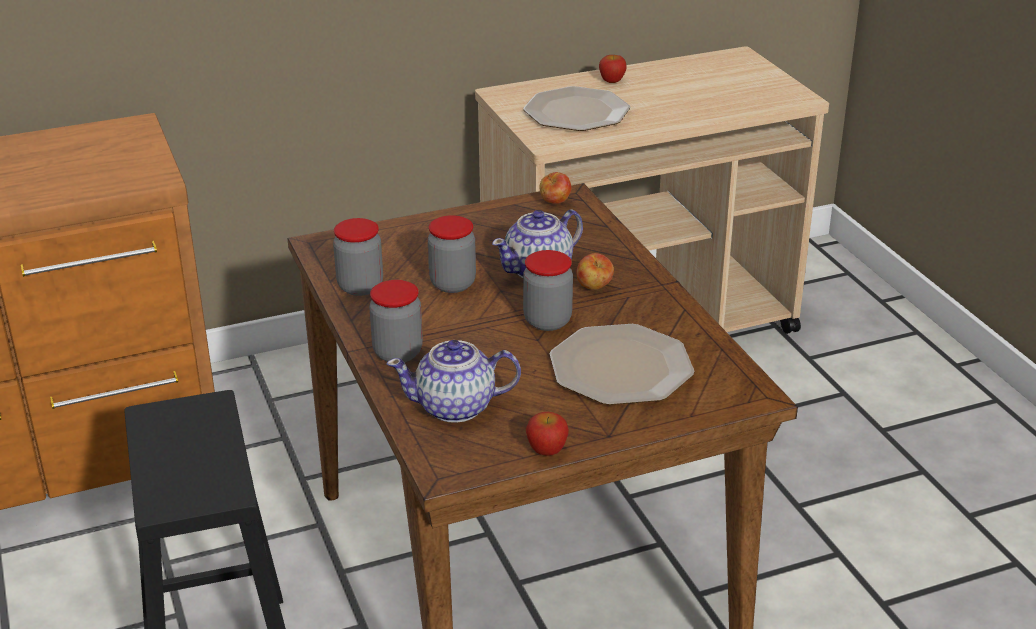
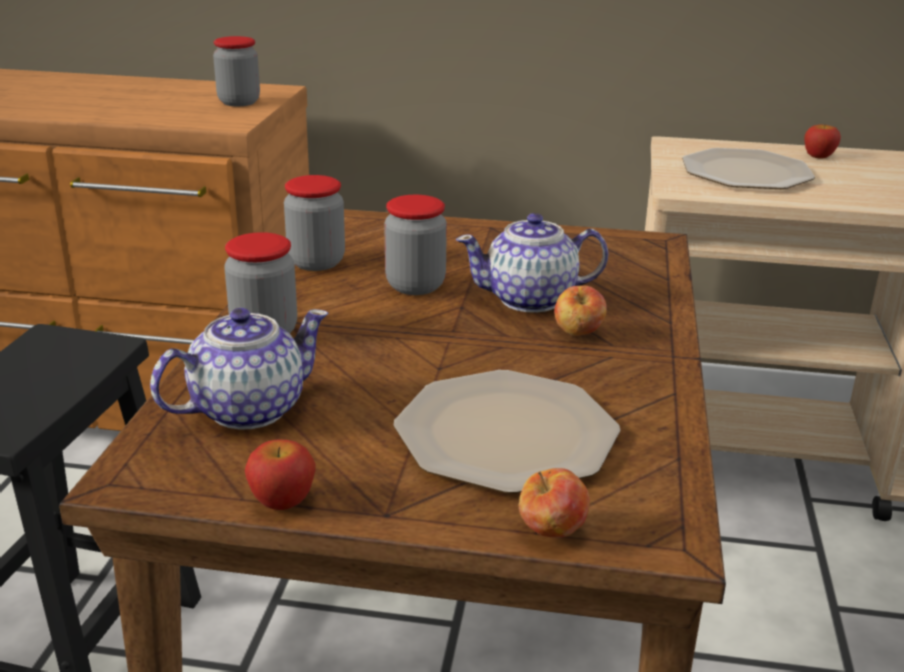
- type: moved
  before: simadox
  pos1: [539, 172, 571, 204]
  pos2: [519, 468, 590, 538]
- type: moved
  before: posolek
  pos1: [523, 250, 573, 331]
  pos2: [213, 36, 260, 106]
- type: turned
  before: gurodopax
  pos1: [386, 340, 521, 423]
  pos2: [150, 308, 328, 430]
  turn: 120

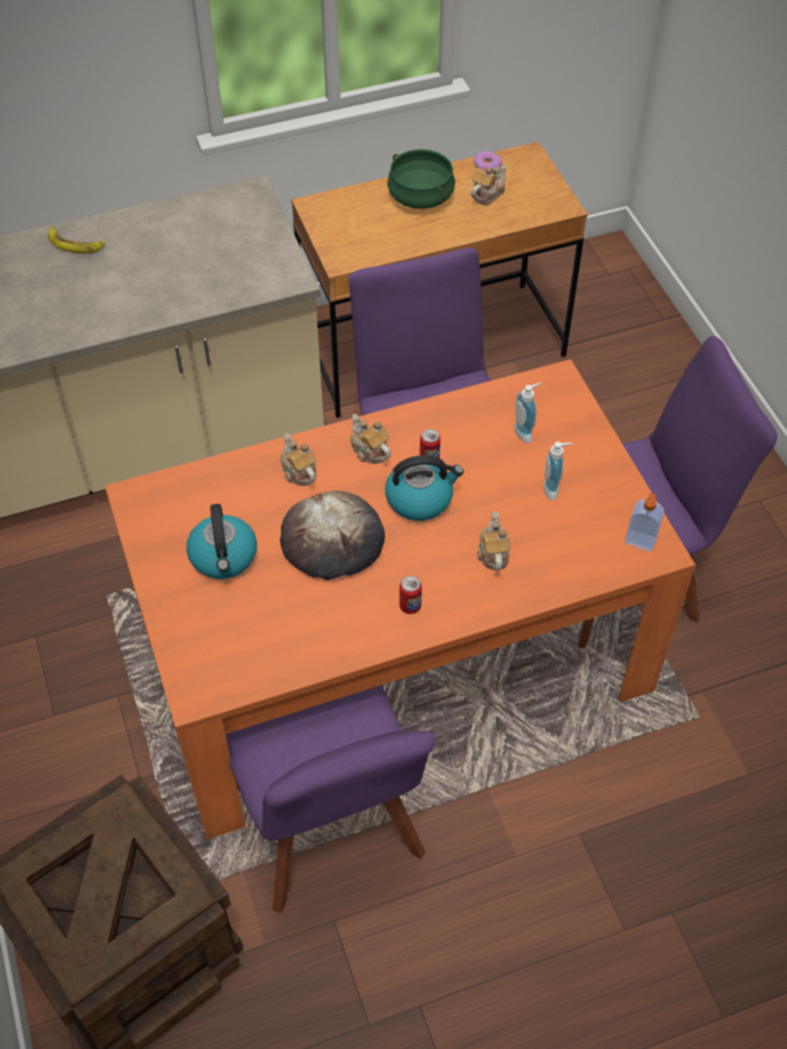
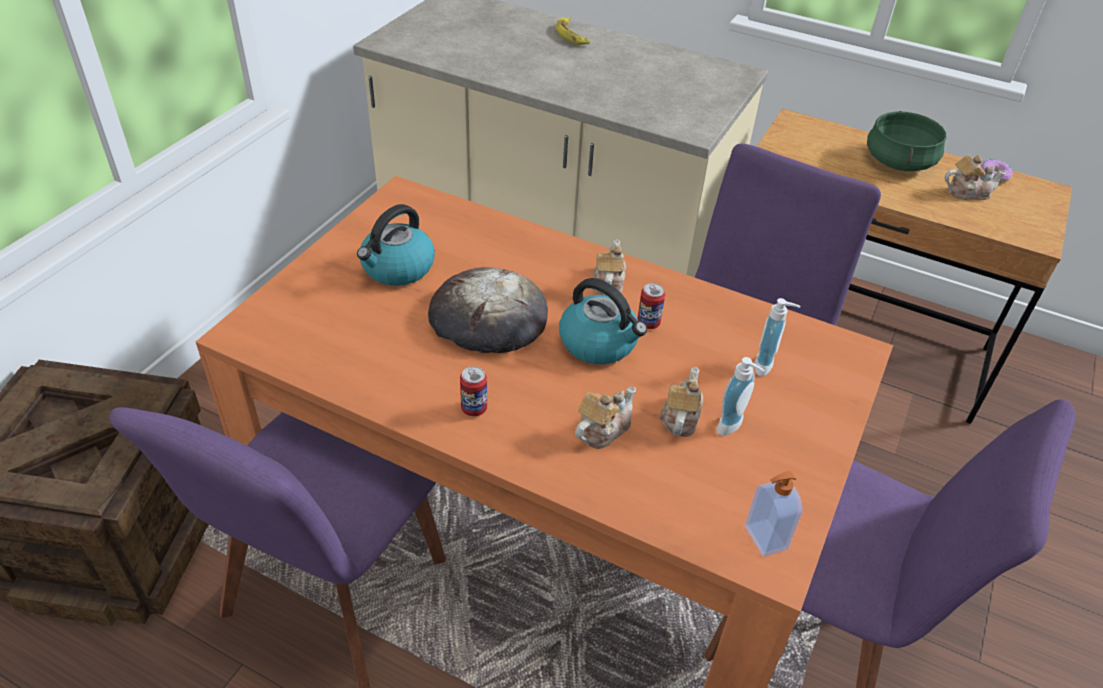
- type: moved
  before: gurodopax
  pos1: [280, 433, 316, 486]
  pos2: [659, 367, 704, 437]

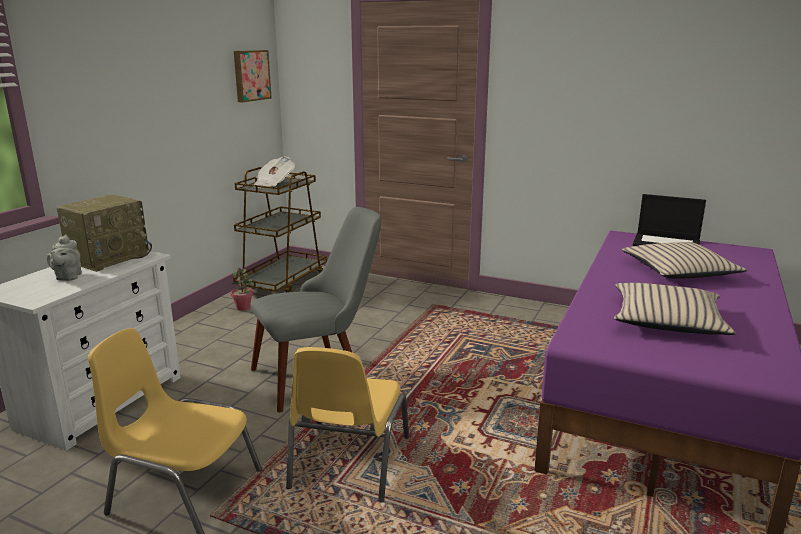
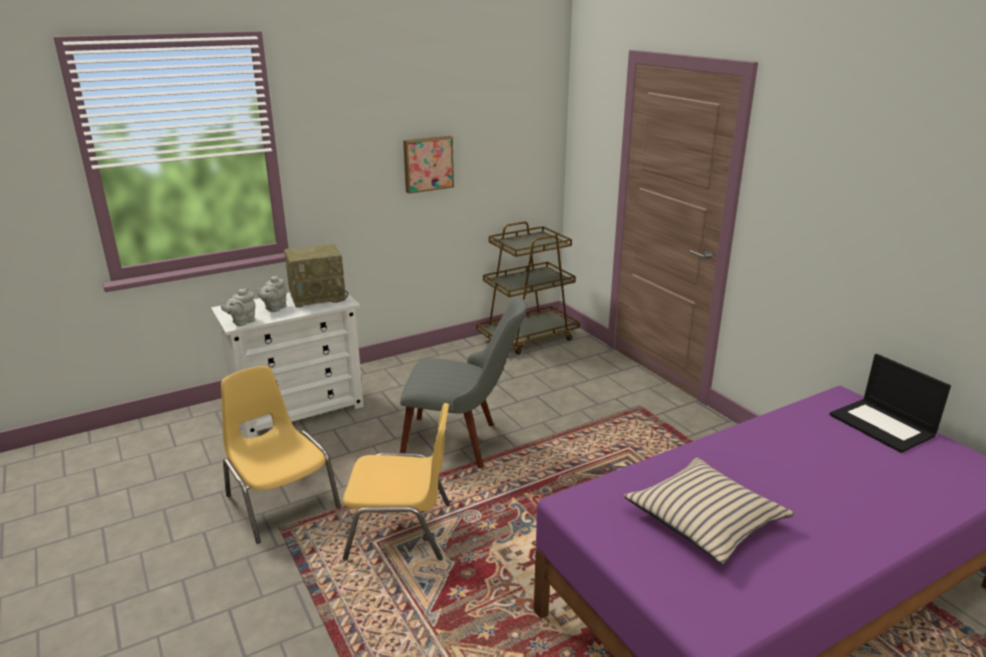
- type: moved
  before: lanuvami
  pos1: [234, 50, 272, 102]
  pos2: [403, 136, 454, 194]
- type: removed
  before: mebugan
  pos1: [253, 157, 295, 188]
- type: removed
  before: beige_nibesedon
  pos1: [622, 242, 747, 279]
- type: removed
  before: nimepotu
  pos1: [231, 268, 253, 311]
- type: turned
  before: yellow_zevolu
  pos1: [286, 347, 409, 503]
  pos2: [342, 403, 450, 561]
  turn: -135
- type: added
  after: grey_gurodopax
  pos2: [221, 288, 255, 326]

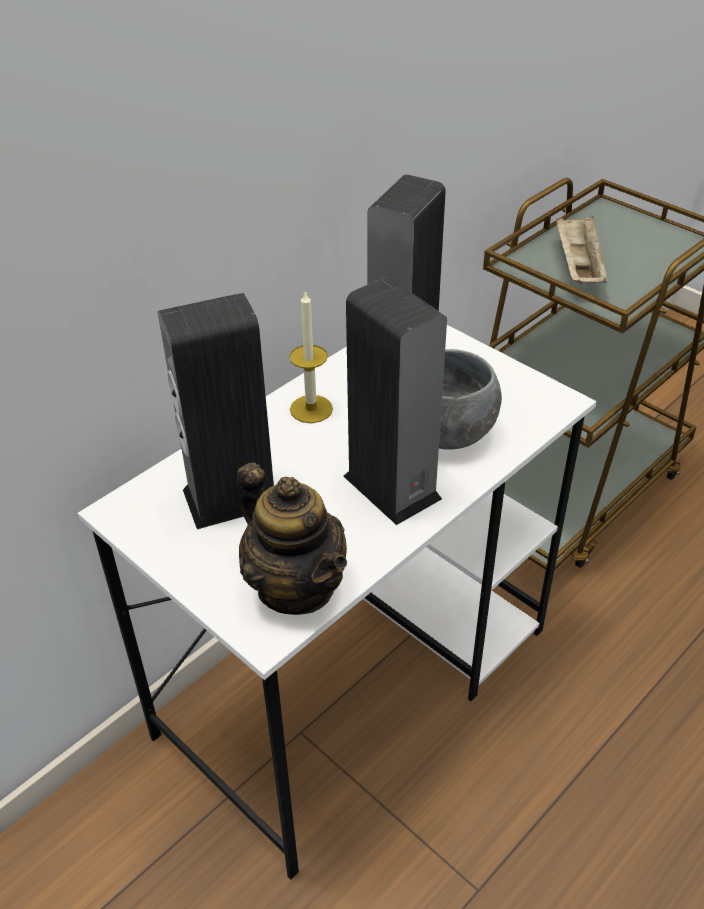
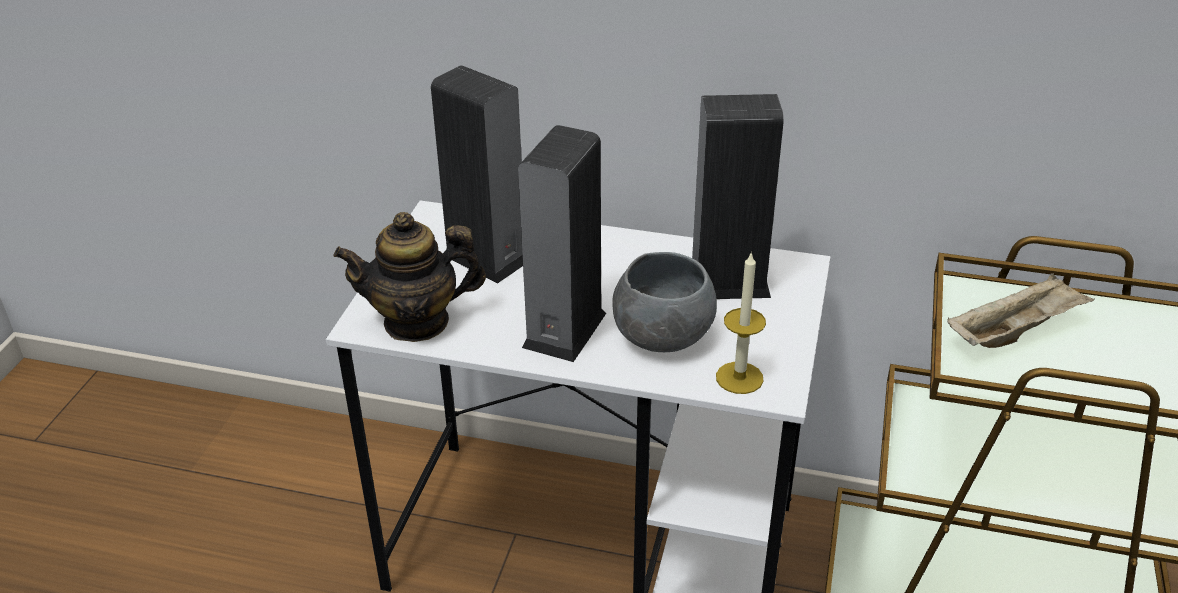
- type: moved
  before: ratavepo
  pos1: [289, 290, 333, 423]
  pos2: [716, 251, 766, 394]
- type: turned
  before: gurodopax
  pos1: [236, 463, 347, 615]
  pos2: [333, 212, 486, 342]
  turn: 60

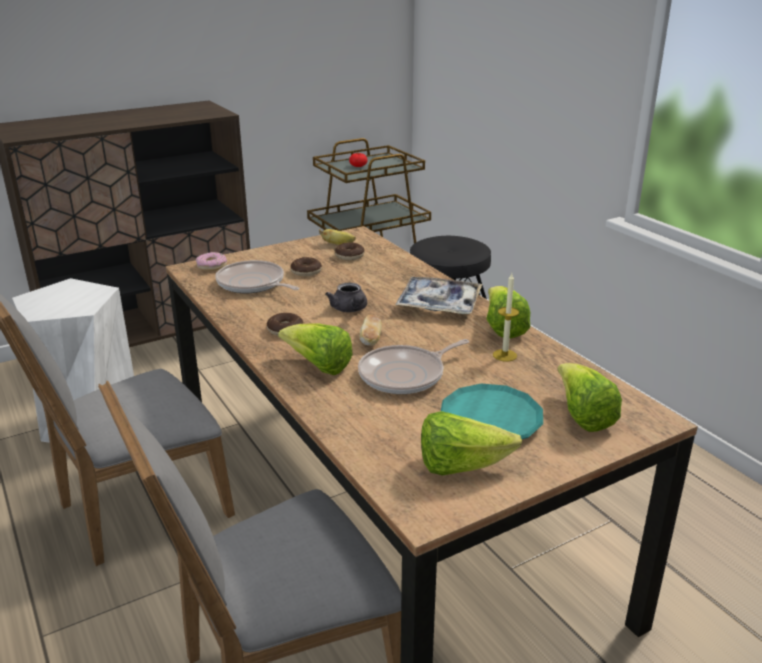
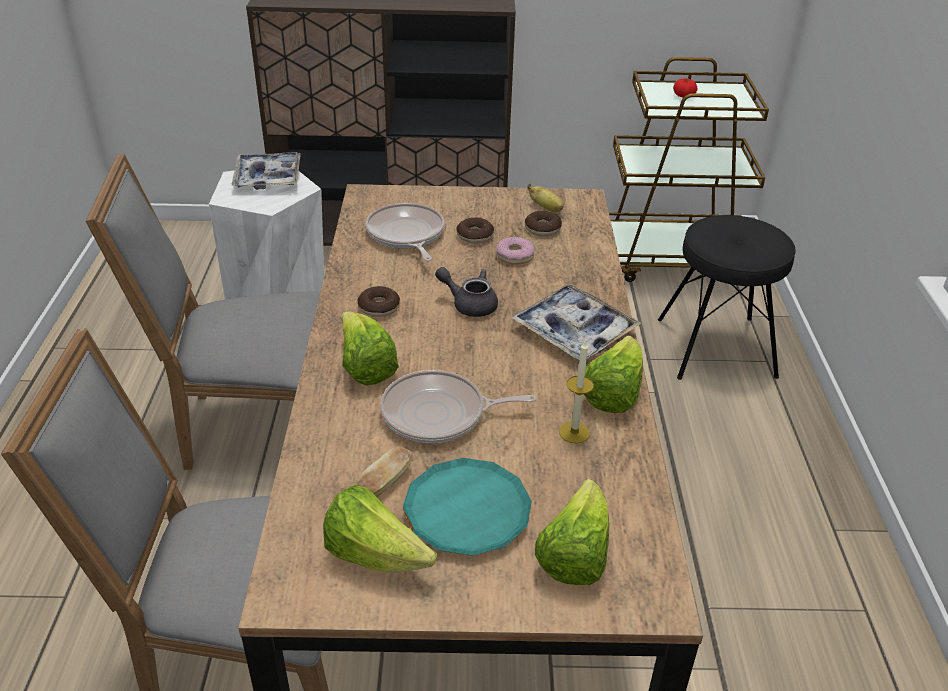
- type: moved
  before: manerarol
  pos1: [196, 252, 227, 271]
  pos2: [496, 237, 534, 264]
- type: turned
  before: grey_gurodopax
  pos1: [325, 283, 367, 312]
  pos2: [435, 267, 498, 317]
  turn: 105
- type: moved
  before: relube
  pos1: [360, 315, 382, 346]
  pos2: [355, 446, 413, 497]
- type: added
  after: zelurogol
  pos2: [231, 152, 301, 190]

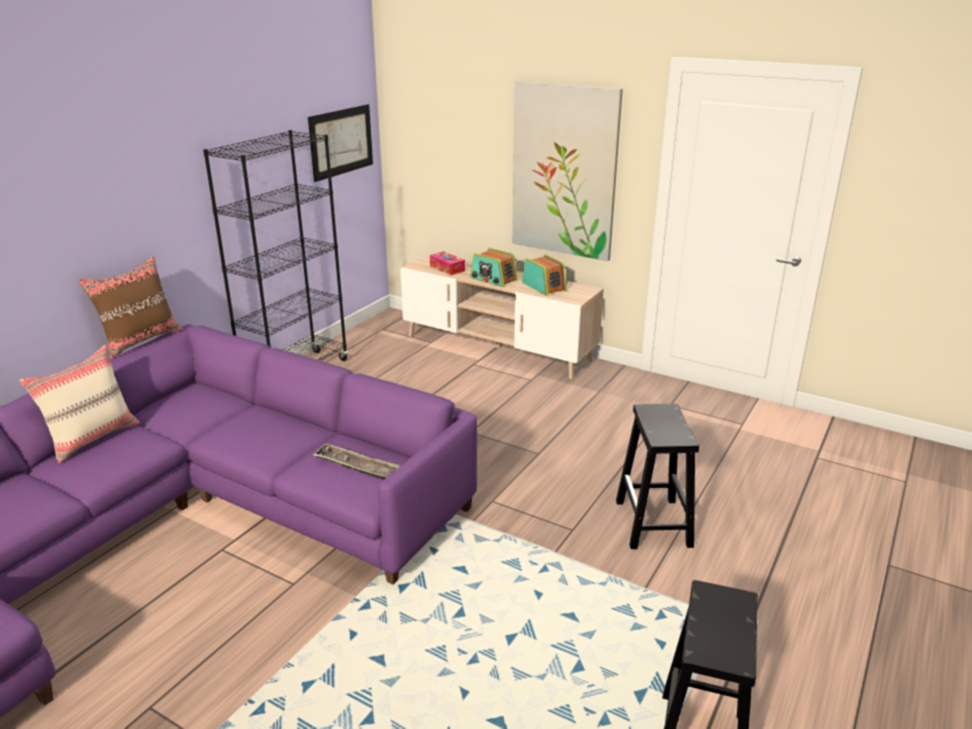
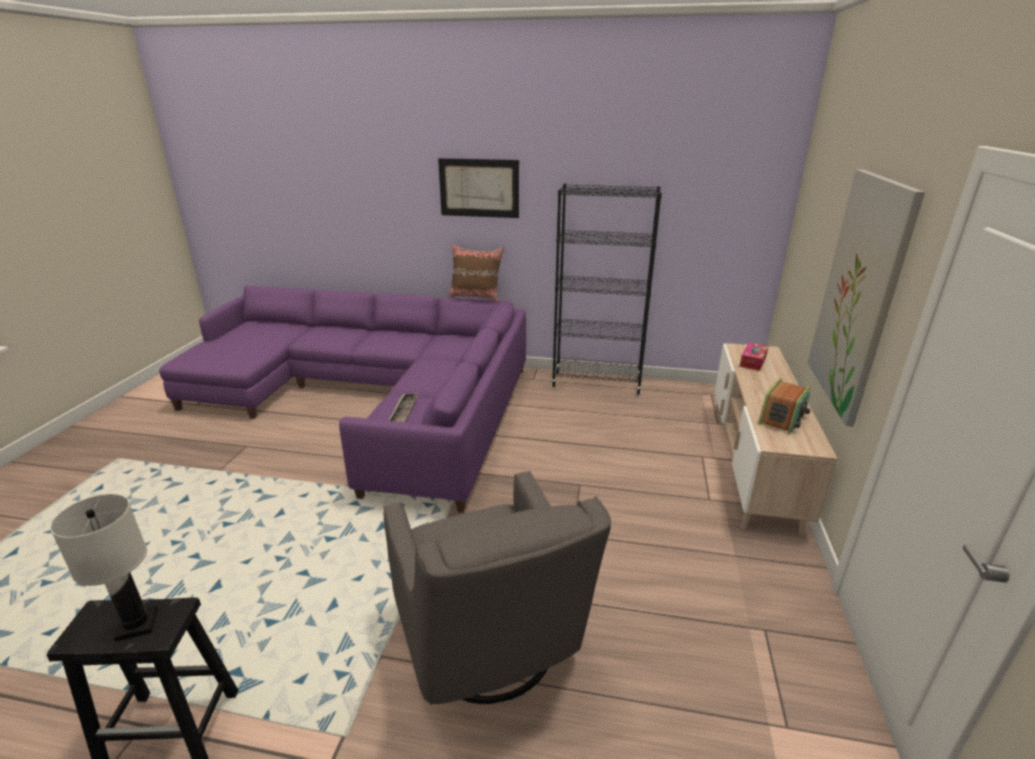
- type: moved
  before: lanuvami
  pos1: [308, 104, 373, 182]
  pos2: [438, 158, 519, 218]
- type: removed
  before: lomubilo
  pos1: [470, 248, 518, 287]
- type: removed
  before: beige_nibesedon
  pos1: [19, 345, 140, 463]
- type: replaced
  before: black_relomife
  after: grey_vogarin
  pos1: [616, 404, 699, 549]
  pos2: [383, 471, 611, 705]
- type: added
  after: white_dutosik
  pos2: [50, 494, 158, 642]

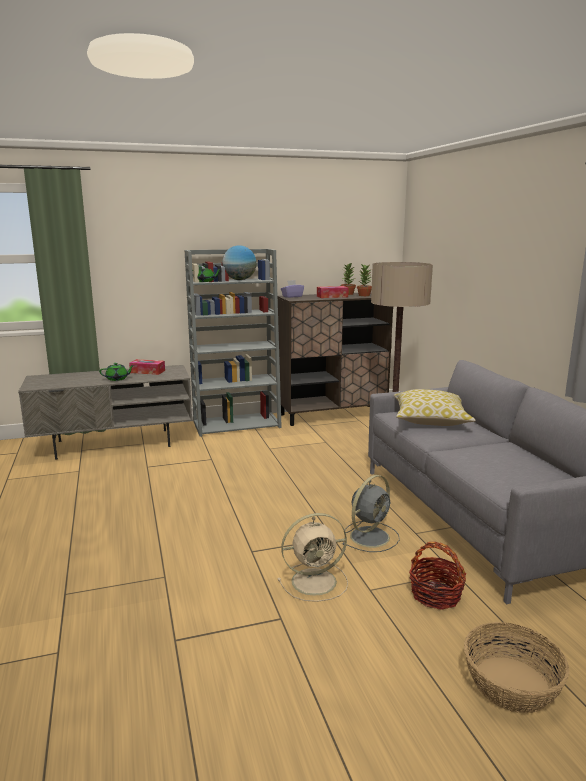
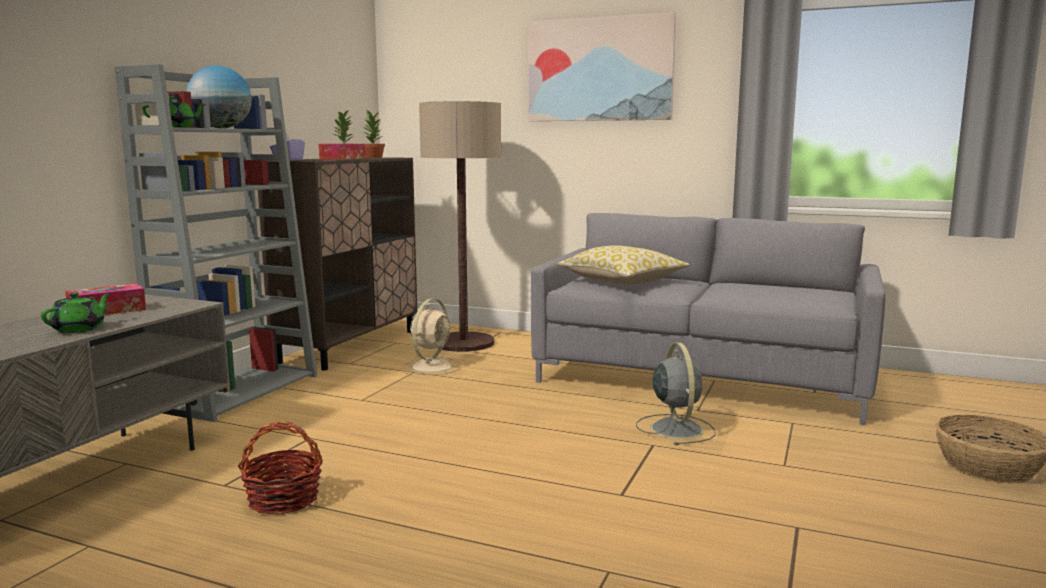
- type: moved
  before: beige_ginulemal
  pos1: [278, 513, 348, 602]
  pos2: [404, 299, 463, 375]
- type: moved
  before: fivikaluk
  pos1: [409, 542, 466, 610]
  pos2: [238, 421, 323, 514]
- type: added
  after: lanuvami
  pos2: [528, 12, 676, 121]

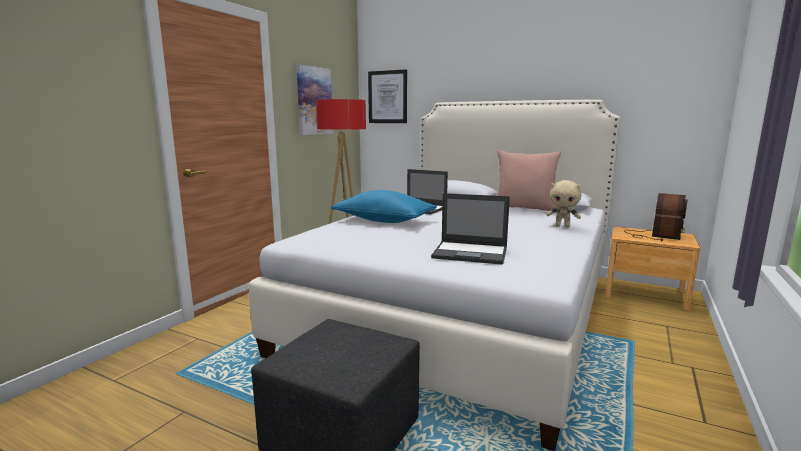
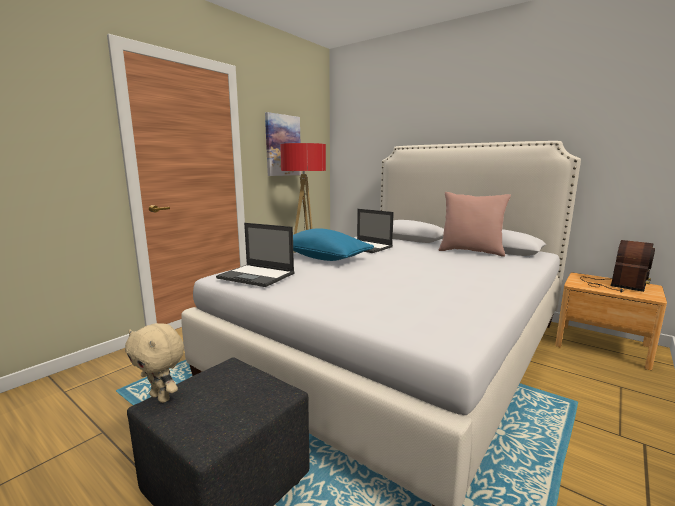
- type: removed
  before: lanuvami
  pos1: [368, 69, 407, 123]
- type: moved
  before: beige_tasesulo
  pos1: [546, 180, 581, 228]
  pos2: [125, 323, 184, 403]
- type: moved
  before: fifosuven
  pos1: [431, 193, 510, 265]
  pos2: [216, 223, 295, 287]

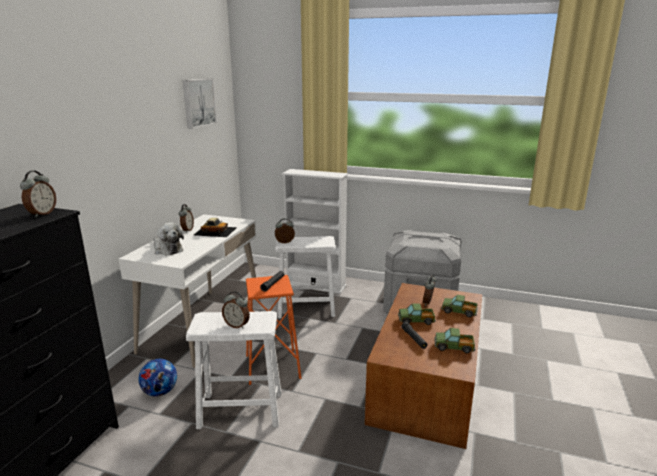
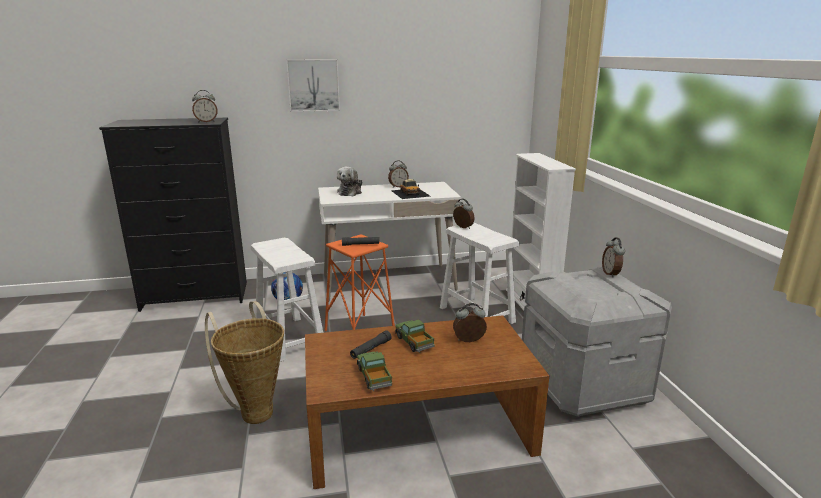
- type: moved
  before: lanuvami
  pos1: [183, 78, 217, 129]
  pos2: [286, 59, 340, 112]
- type: moved
  before: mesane
  pos1: [222, 291, 250, 329]
  pos2: [602, 237, 625, 278]
- type: removed
  before: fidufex
  pos1: [441, 295, 478, 317]
- type: added
  after: fivikaluk
  pos2: [205, 301, 284, 424]

